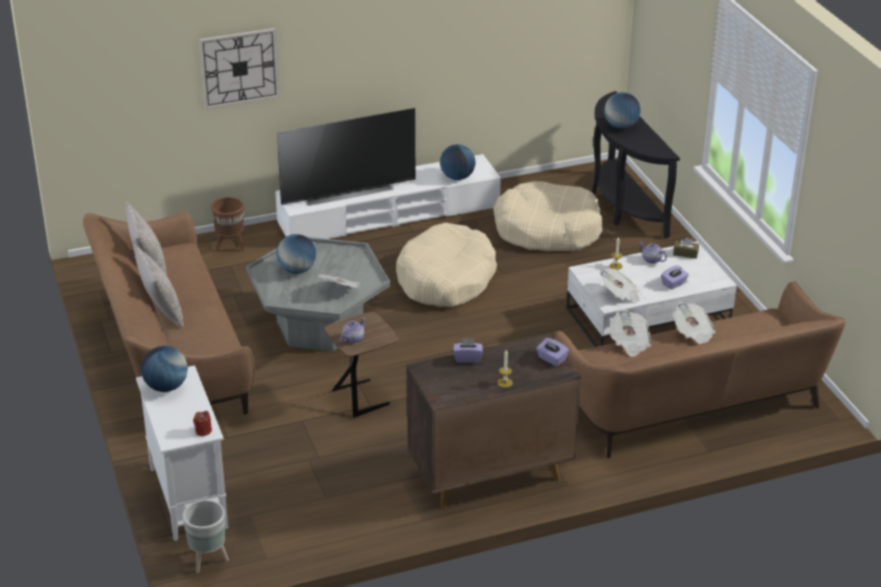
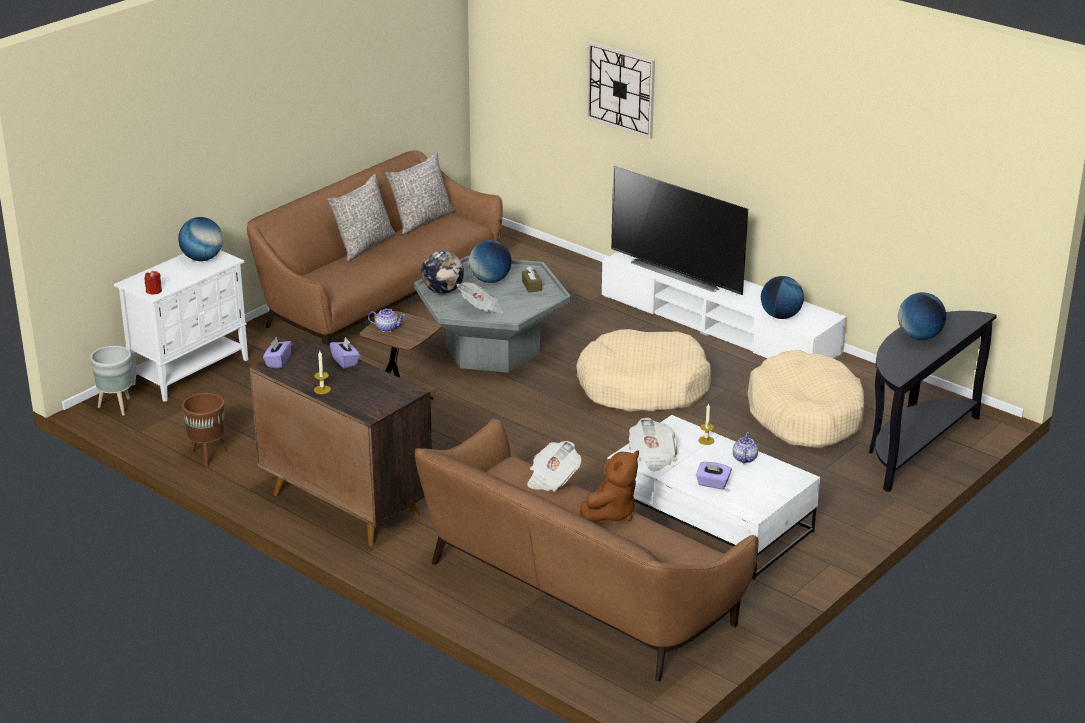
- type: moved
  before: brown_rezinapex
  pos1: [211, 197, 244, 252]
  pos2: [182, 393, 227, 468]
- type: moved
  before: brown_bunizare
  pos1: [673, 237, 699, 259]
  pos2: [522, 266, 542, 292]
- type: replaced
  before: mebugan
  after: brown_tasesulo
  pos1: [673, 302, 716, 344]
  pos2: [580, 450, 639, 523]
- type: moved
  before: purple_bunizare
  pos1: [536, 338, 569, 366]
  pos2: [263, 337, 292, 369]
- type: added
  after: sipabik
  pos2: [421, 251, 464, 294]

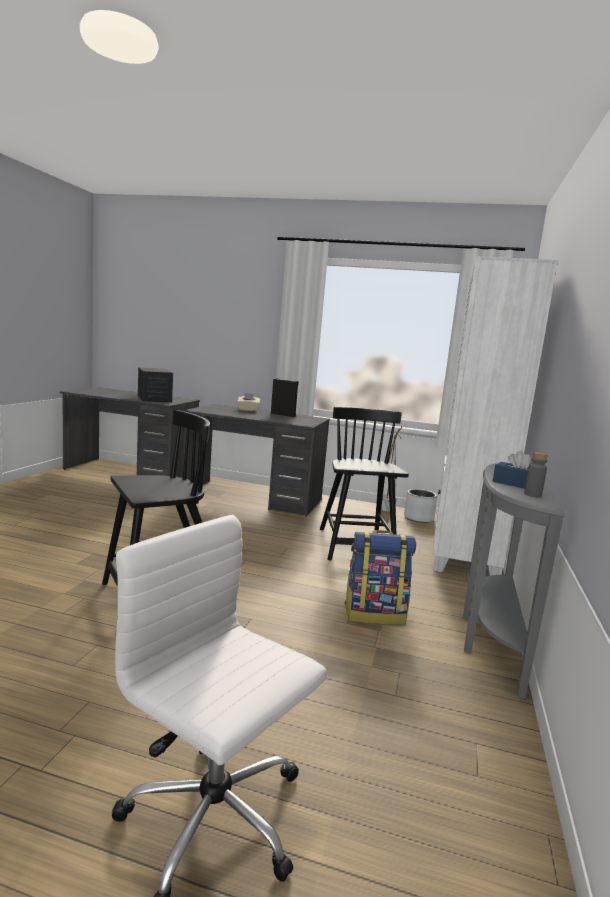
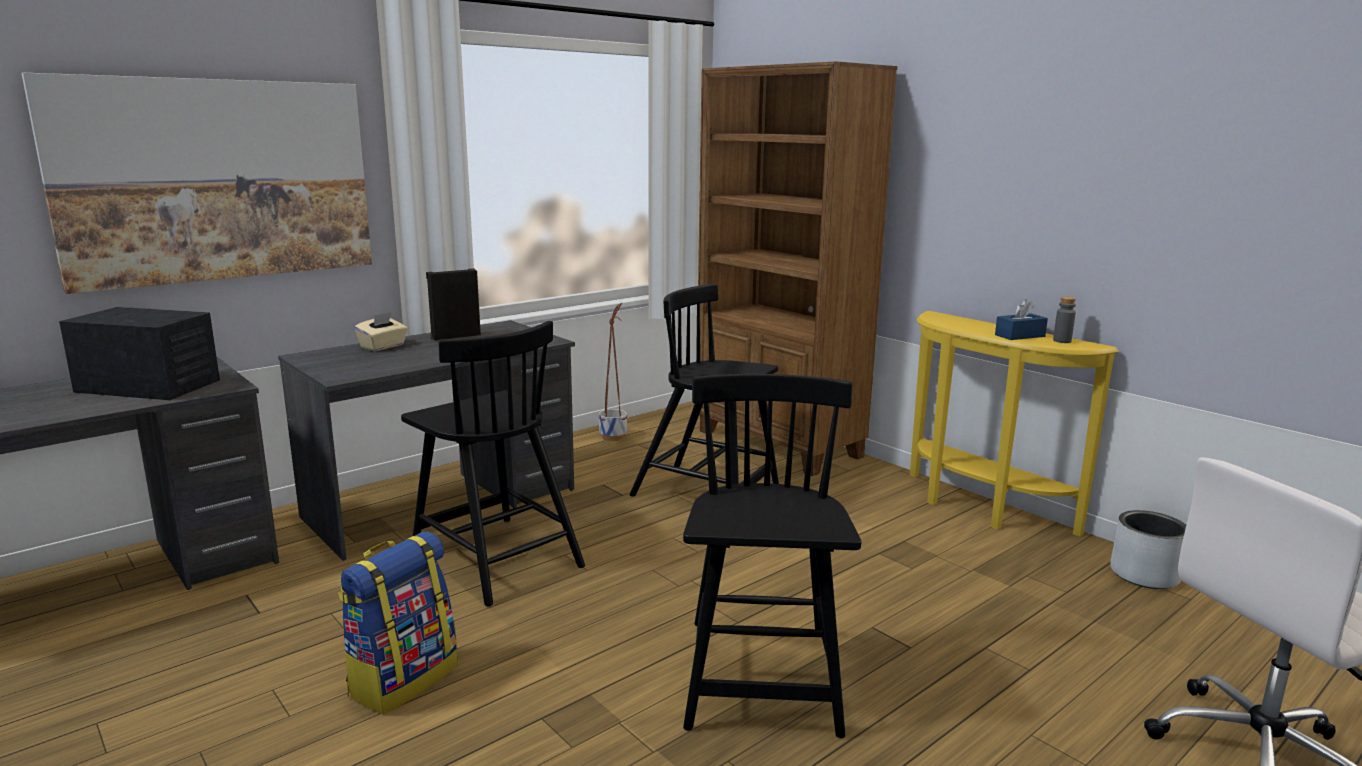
- type: recoloured
  before: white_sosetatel
  after: brown_sosetatel
  pos1: [433, 256, 558, 576]
  pos2: [698, 61, 897, 476]
- type: recoloured
  before: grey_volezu
  after: yellow_volezu
  pos1: [463, 463, 564, 699]
  pos2: [910, 311, 1119, 536]
- type: moved
  before: grey_rezinapex
  pos1: [404, 489, 437, 523]
  pos2: [1110, 510, 1186, 589]
- type: moved
  before: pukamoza
  pos1: [344, 530, 416, 625]
  pos2: [338, 532, 458, 714]
- type: added
  after: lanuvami
  pos2: [21, 73, 372, 294]
- type: added
  after: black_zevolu
  pos2: [401, 321, 585, 607]

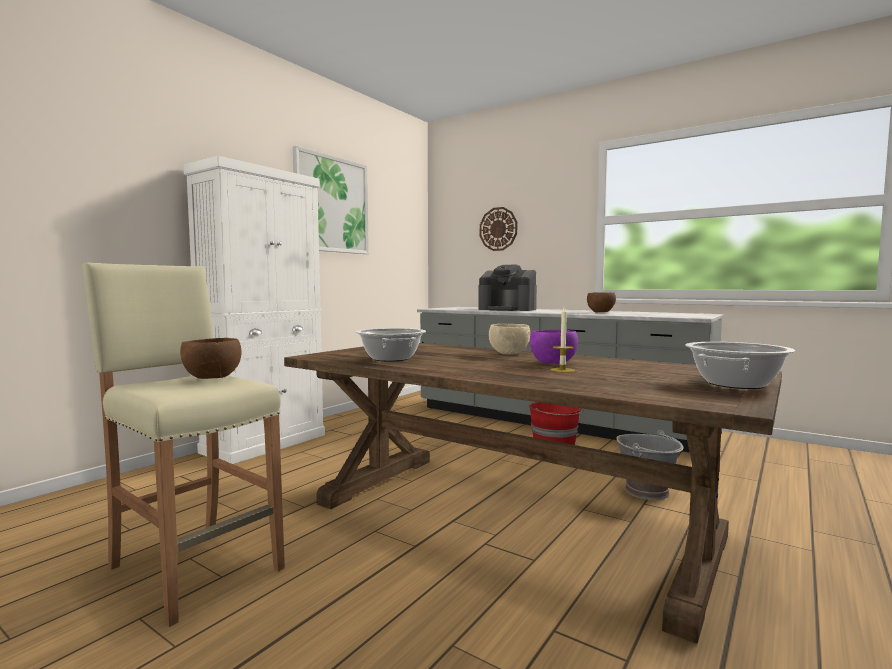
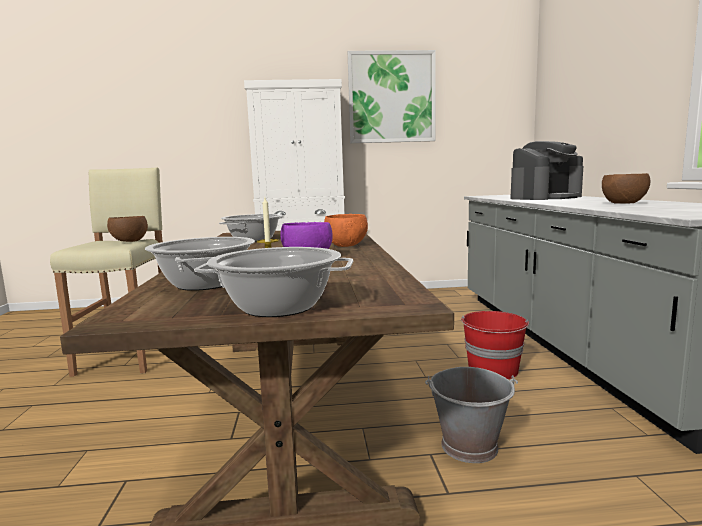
- type: removed
  before: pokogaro
  pos1: [480, 207, 517, 251]
- type: turned
  before: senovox
  pos1: [478, 264, 537, 311]
  pos2: [510, 141, 583, 200]
  turn: -105
- type: recoloured
  before: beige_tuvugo
  after: orange_tuvugo
  pos1: [489, 324, 530, 355]
  pos2: [324, 214, 368, 247]
- type: added
  after: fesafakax
  pos2: [145, 237, 255, 291]

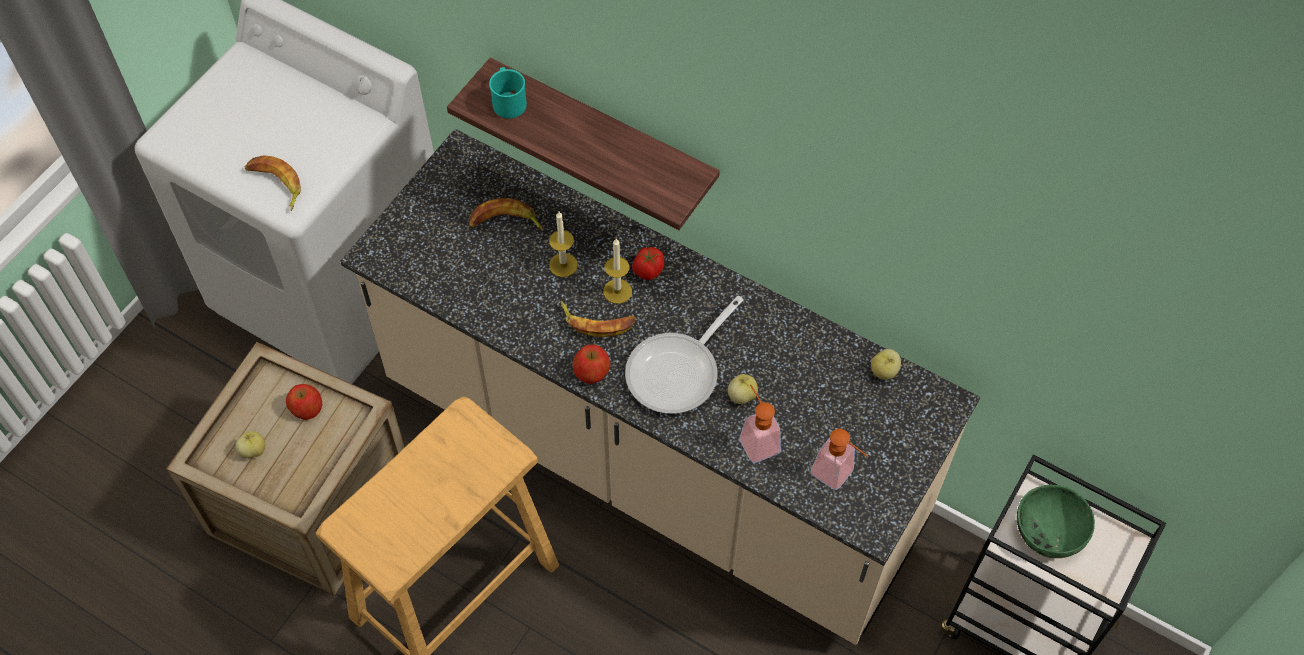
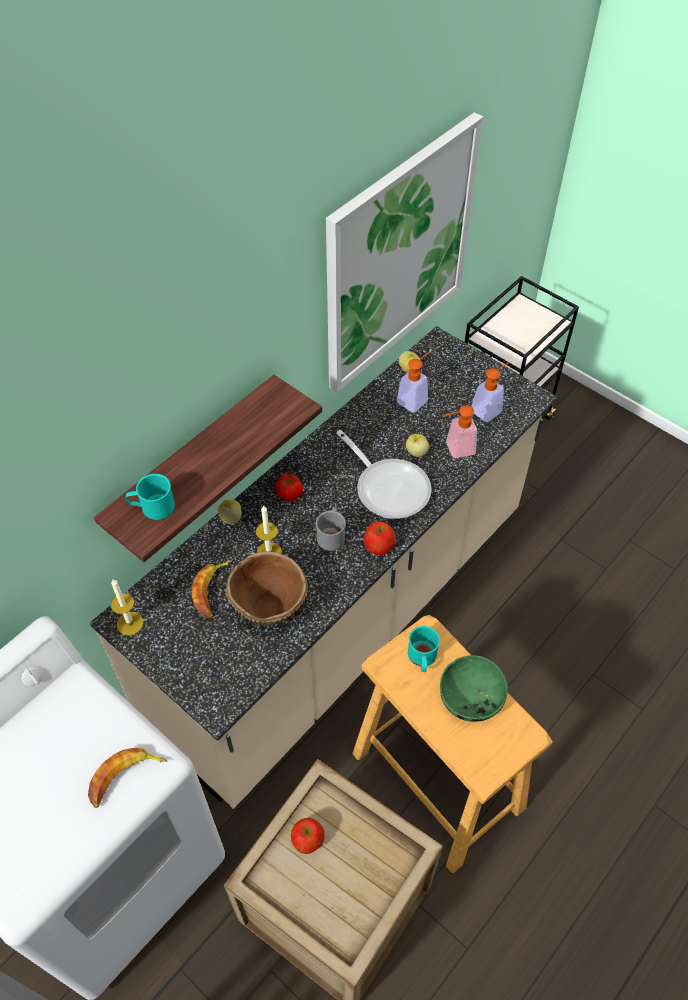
- type: moved
  before: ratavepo
  pos1: [603, 239, 632, 304]
  pos2: [111, 579, 144, 635]
- type: replaced
  before: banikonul
  after: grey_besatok
  pos1: [560, 301, 635, 337]
  pos2: [316, 508, 346, 551]
- type: moved
  before: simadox
  pos1: [236, 431, 265, 458]
  pos2: [218, 499, 242, 524]
- type: moved
  before: green_tuvugo
  pos1: [1017, 485, 1095, 558]
  pos2: [440, 655, 508, 722]
- type: added
  after: lanuvami
  pos2: [326, 112, 483, 393]
- type: added
  after: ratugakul
  pos2: [397, 351, 431, 413]
- type: added
  after: brown_tuvugo
  pos2: [225, 551, 308, 626]
- type: added
  after: turquoise_besatok
  pos2: [408, 626, 440, 672]

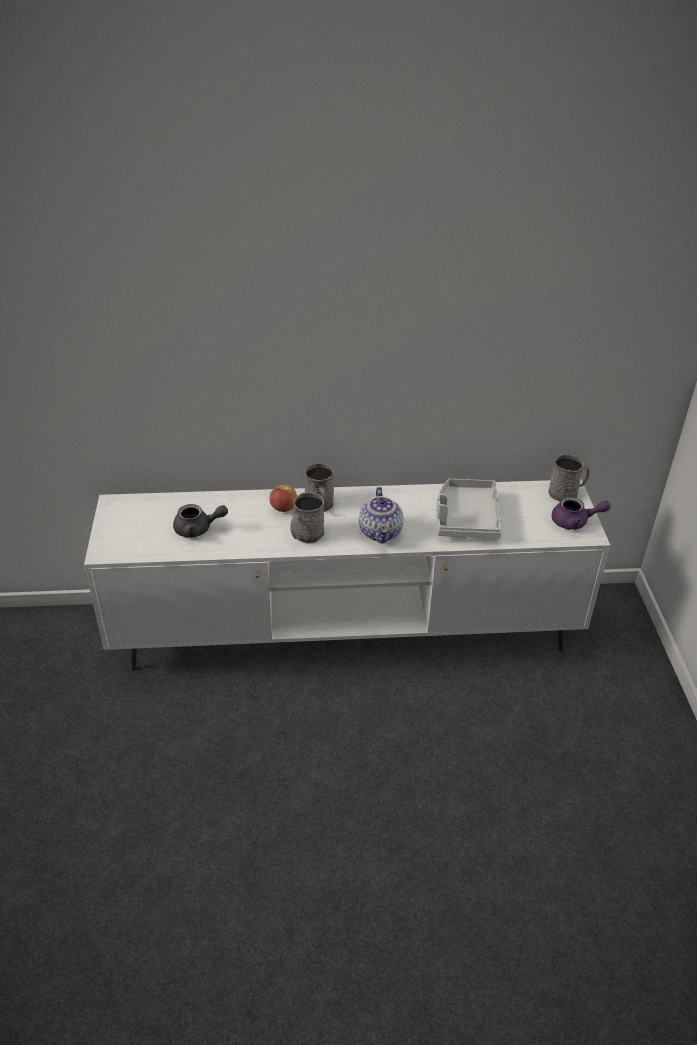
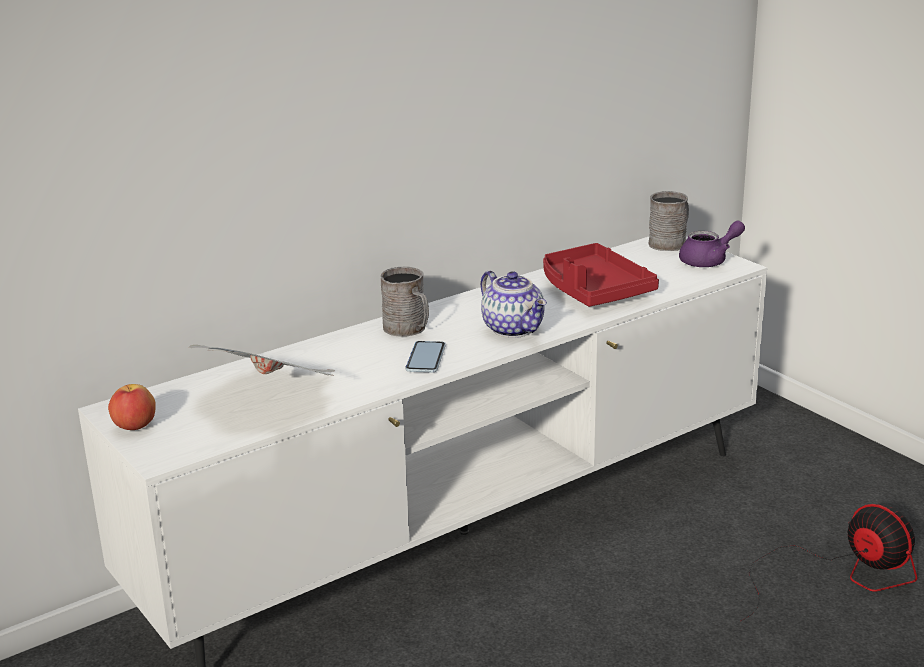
- type: recoloured
  before: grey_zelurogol
  after: red_zelurogol
  pos1: [436, 479, 502, 538]
  pos2: [543, 243, 659, 307]
- type: moved
  before: simadox
  pos1: [269, 485, 297, 512]
  pos2: [108, 384, 156, 430]
- type: replaced
  before: grey_besatok
  after: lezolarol
  pos1: [290, 492, 324, 543]
  pos2: [406, 341, 446, 372]
- type: replaced
  before: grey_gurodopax
  after: mebugan
  pos1: [173, 504, 228, 538]
  pos2: [189, 345, 335, 376]
- type: added
  after: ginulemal
  pos2: [741, 504, 917, 621]

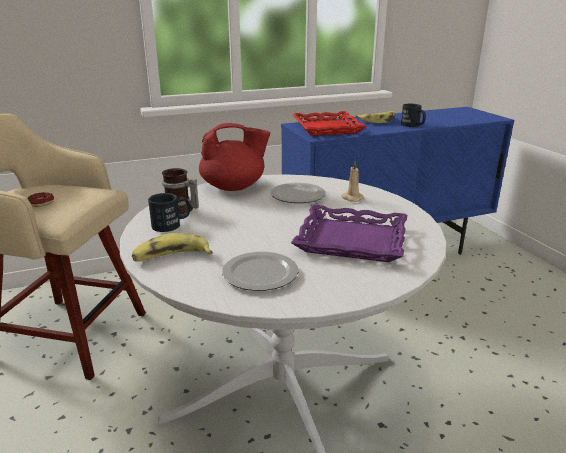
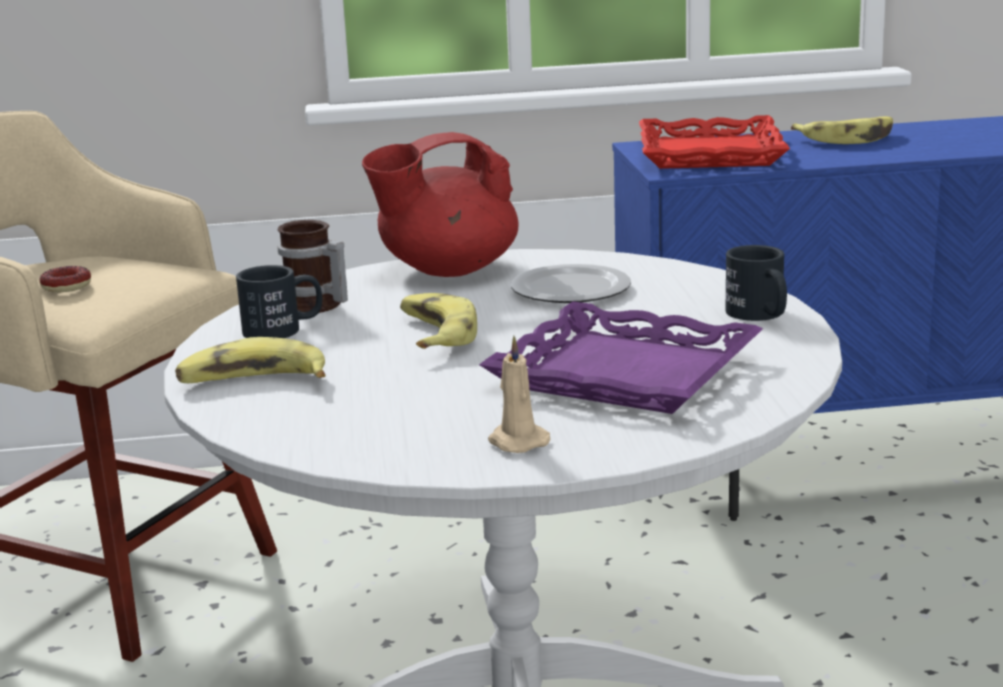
- type: moved
  before: black_besatok
  pos1: [401, 104, 426, 127]
  pos2: [725, 245, 787, 321]
- type: turned
  before: red_gurodopax
  pos1: [199, 123, 271, 191]
  pos2: [362, 132, 519, 277]
  turn: 150
- type: moved
  before: beige_ratavepo
  pos1: [341, 161, 364, 202]
  pos2: [488, 336, 550, 453]
- type: removed
  before: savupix
  pos1: [222, 252, 299, 291]
- type: added
  after: banikonul
  pos2: [400, 293, 477, 349]

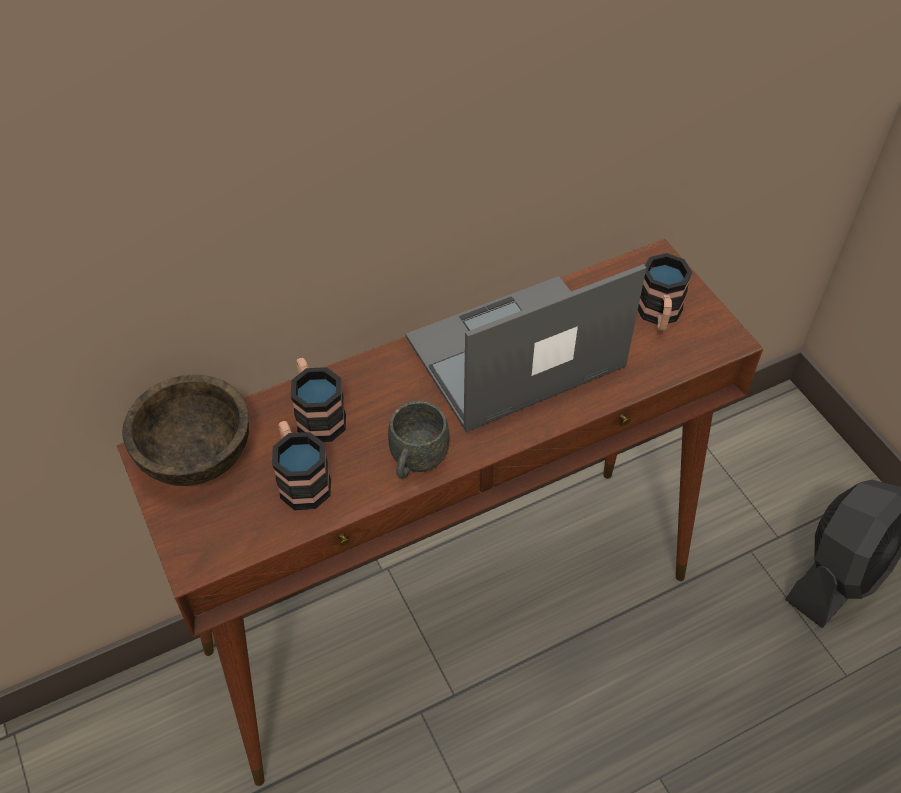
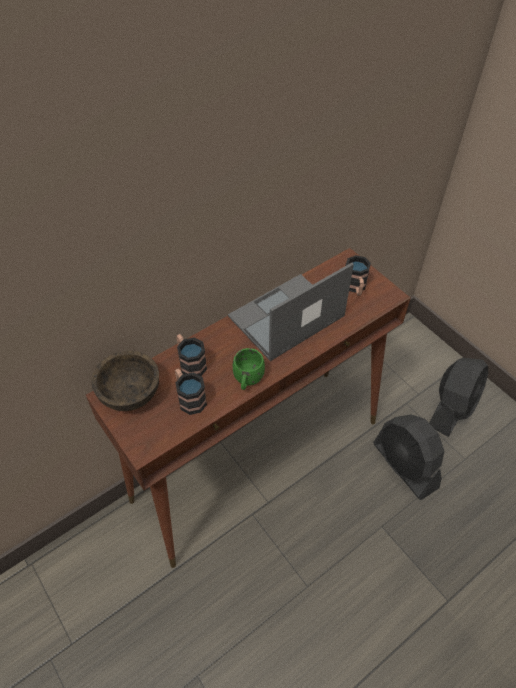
- type: recoloured
  before: grey_besatok
  after: green_besatok
  pos1: [388, 401, 449, 479]
  pos2: [233, 348, 265, 390]
- type: added
  after: black_ginulemal
  pos2: [373, 414, 444, 500]

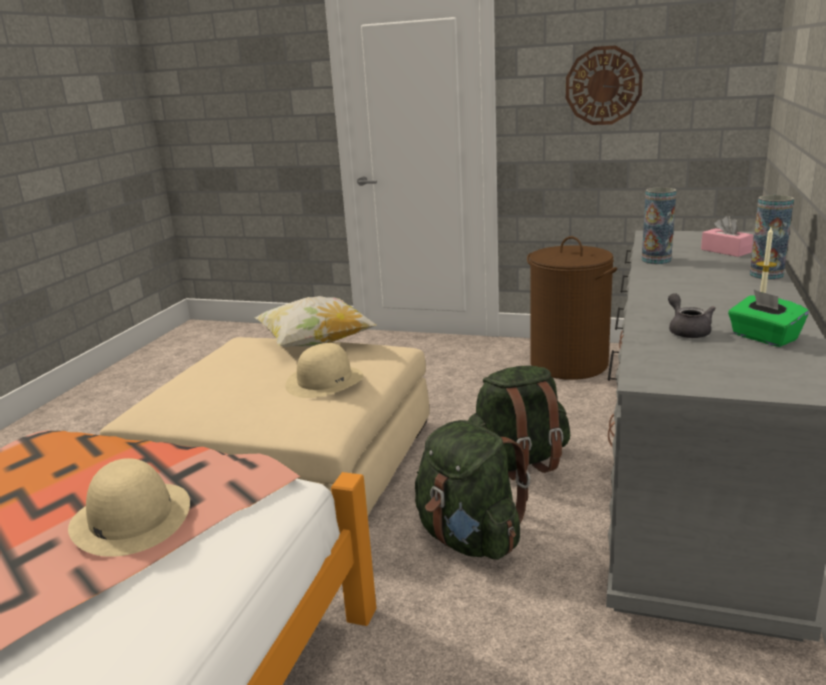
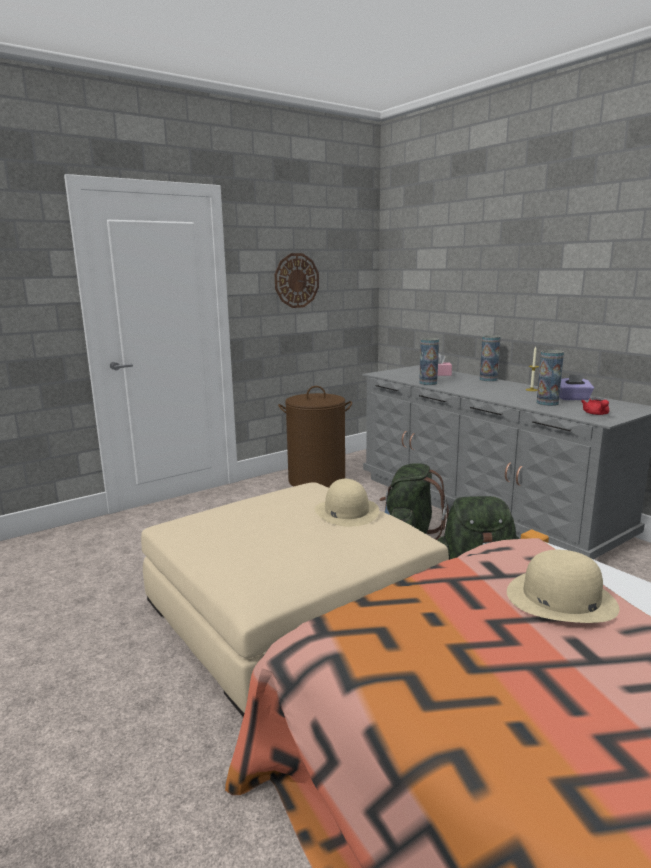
- type: recoloured
  before: green_bunizare
  after: purple_bunizare
  pos1: [728, 290, 809, 347]
  pos2: [559, 374, 594, 400]
- type: replaced
  before: grey_gurodopax
  after: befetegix
  pos1: [668, 293, 716, 338]
  pos2: [537, 350, 564, 406]
- type: removed
  before: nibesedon
  pos1: [255, 296, 377, 347]
- type: added
  after: red_gurodopax
  pos2: [581, 398, 609, 415]

